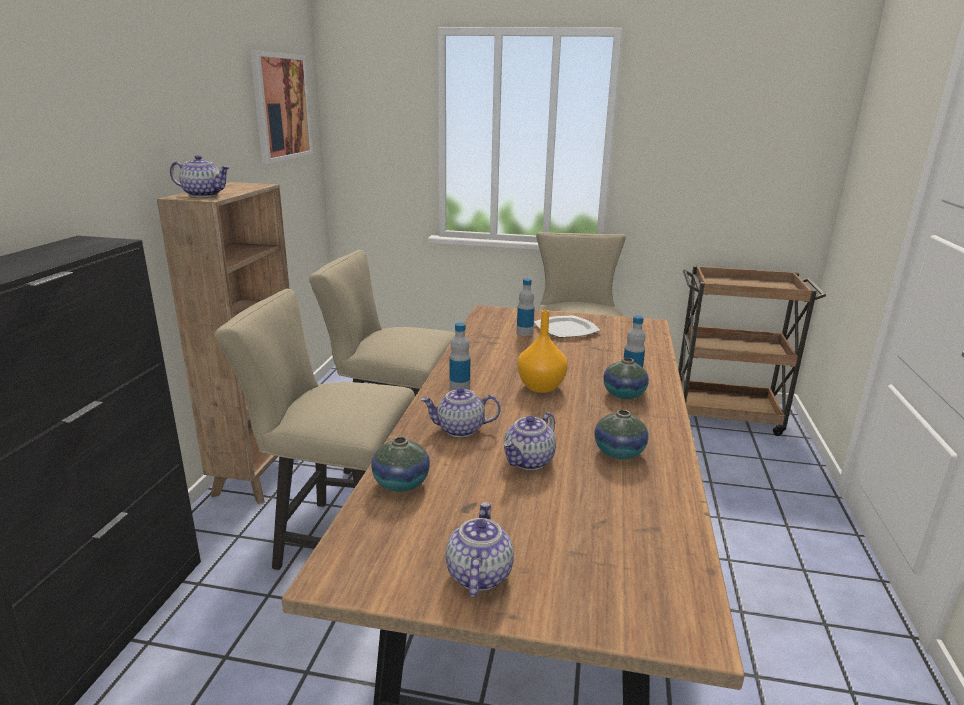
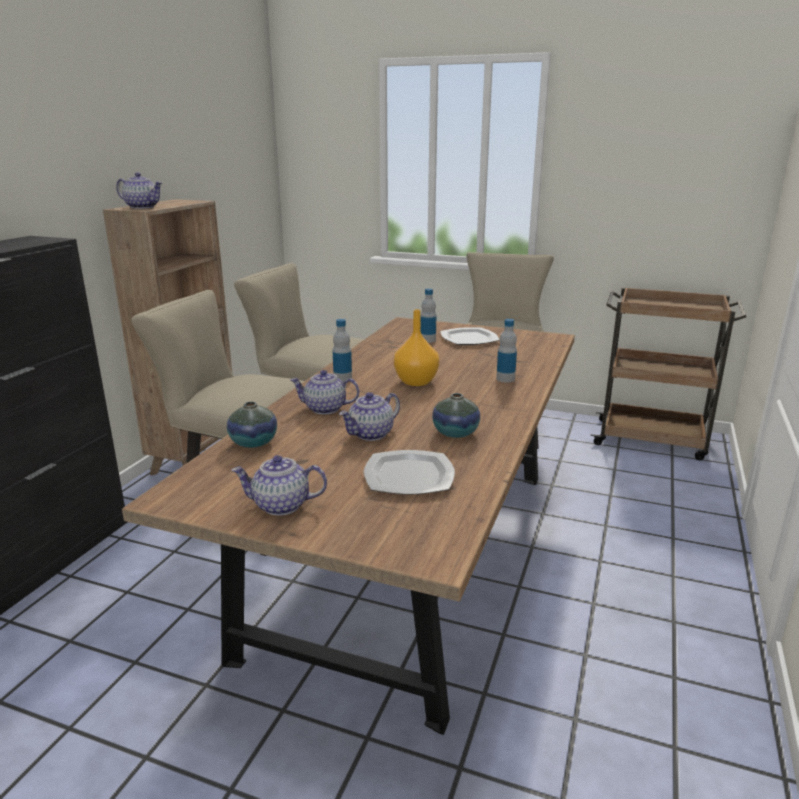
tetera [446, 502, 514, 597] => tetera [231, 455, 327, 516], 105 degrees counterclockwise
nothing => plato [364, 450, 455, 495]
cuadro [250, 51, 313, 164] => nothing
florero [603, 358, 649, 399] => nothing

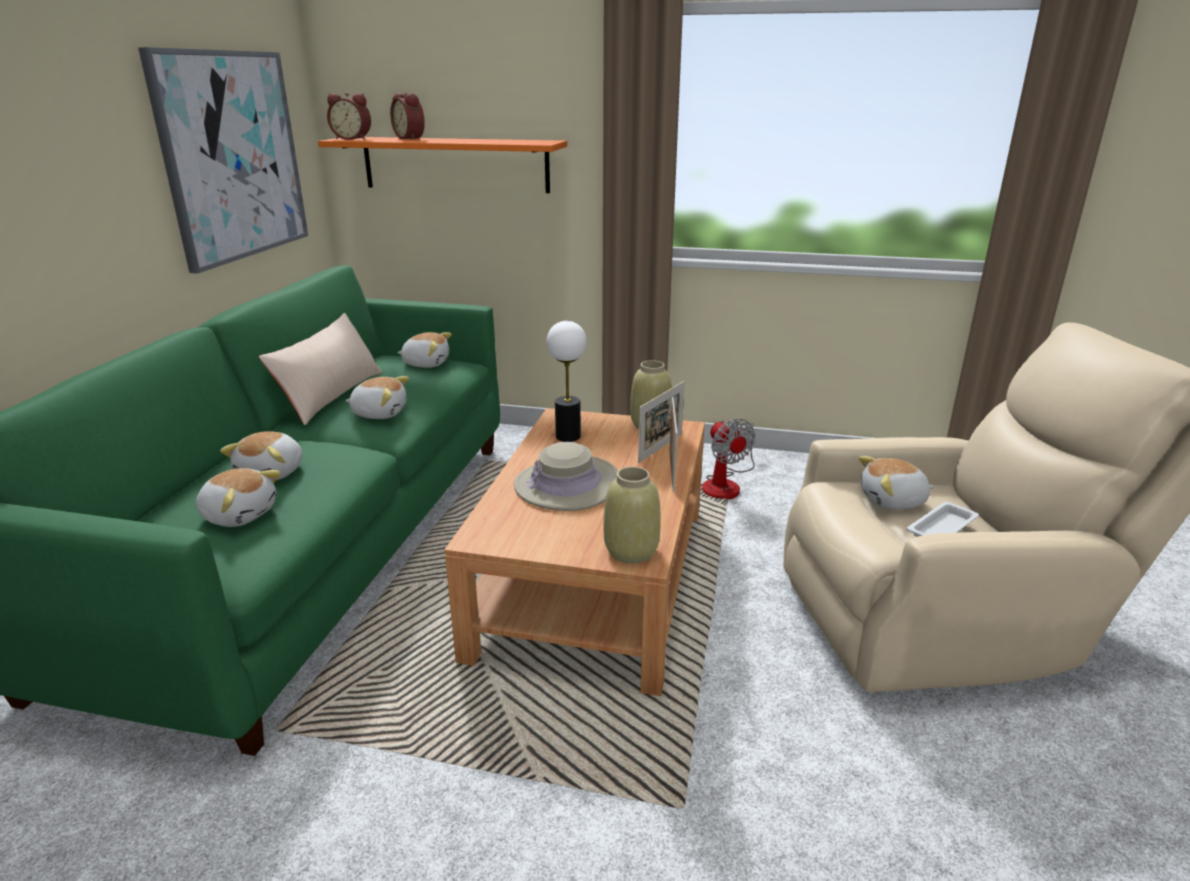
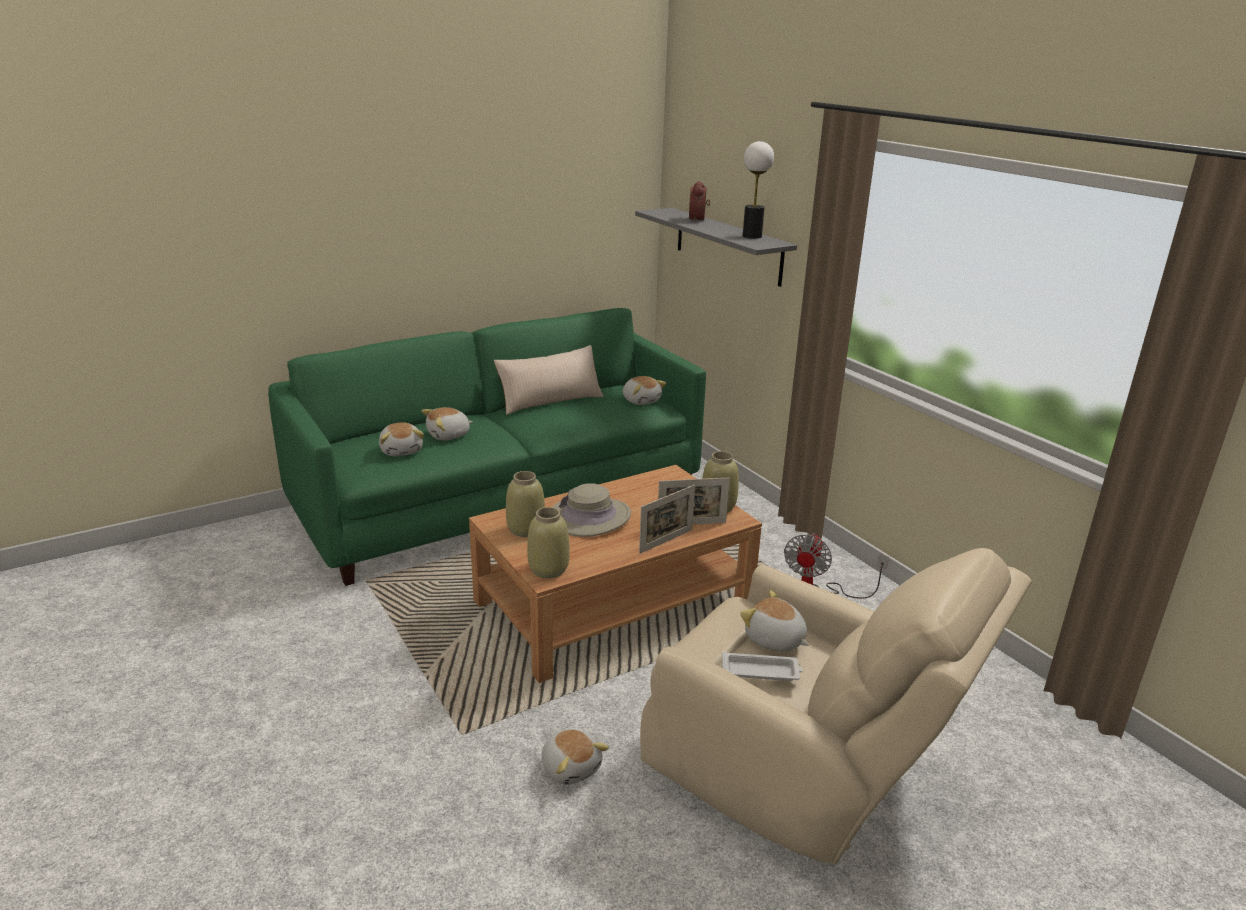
nothing => florero (beis) [506, 471, 545, 537]
peluche [345, 376, 409, 419] => peluche [542, 729, 609, 785], moved
estante (naranja) [318, 137, 567, 193] => estante (gris) [635, 208, 797, 287]
lámpara de mesa [547, 321, 587, 442] => lámpara de mesa [743, 141, 774, 239], moved
cuadro [138, 47, 308, 274] => nothing
despertador [327, 93, 371, 140] => nothing

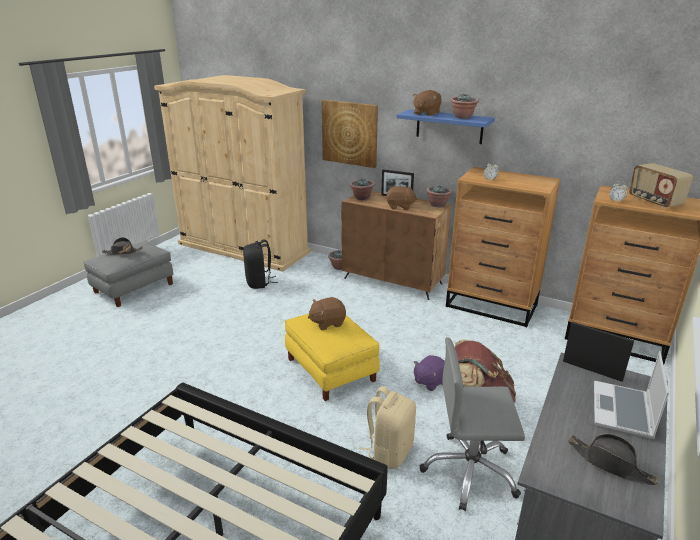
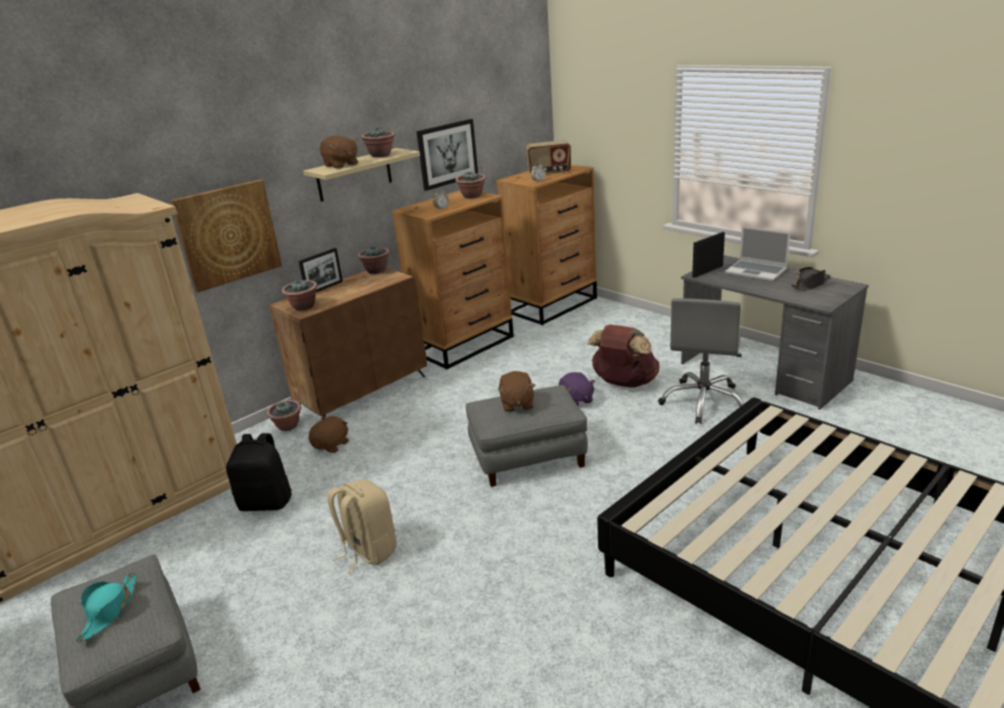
sombrero (negro) [102, 237, 143, 255] => sombrero (turquesa) [75, 573, 137, 642]
estante (azul) [396, 109, 495, 144] => estante (beis) [303, 148, 420, 202]
peluche (marrón) [386, 186, 417, 210] => peluche (marrón) [309, 416, 349, 453], moved
mochila (beis) [359, 386, 416, 469] => mochila (beis) [328, 479, 397, 573], moved
nothing => cuadro [416, 119, 478, 191]
nothing => planta en maceta [455, 171, 486, 199]
puf (amarillo) [285, 313, 380, 401] => puf (gris) [466, 385, 588, 487]

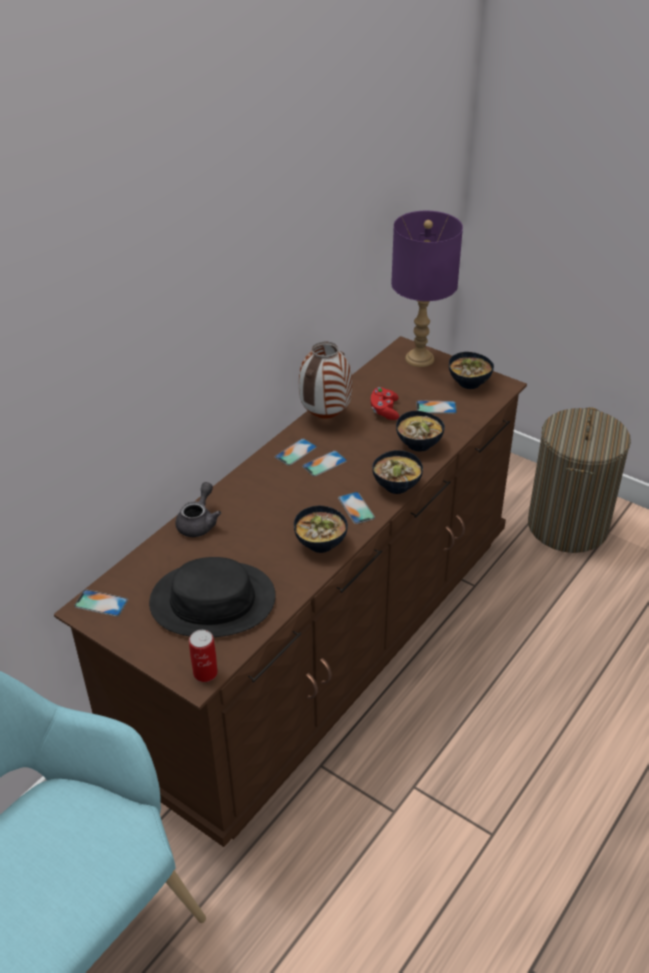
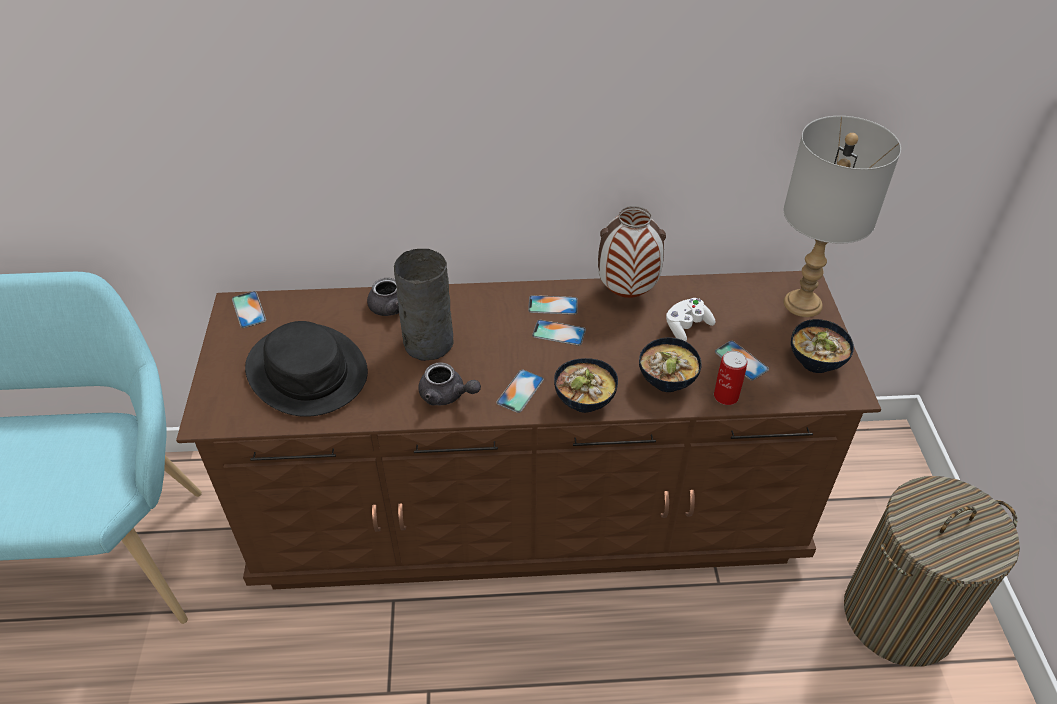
nothing => florero (gris) [394, 249, 454, 361]
cuenco [294, 506, 348, 553] => tetera (gris) [418, 363, 481, 406]
mando de consola (rojo) [371, 387, 399, 420] => mando de consola (blanco) [666, 298, 715, 341]
lata [189, 630, 218, 682] => lata [714, 351, 748, 405], moved
lámpara de mesa (morado) [391, 211, 463, 367] => lámpara de mesa (gris) [784, 116, 901, 317]

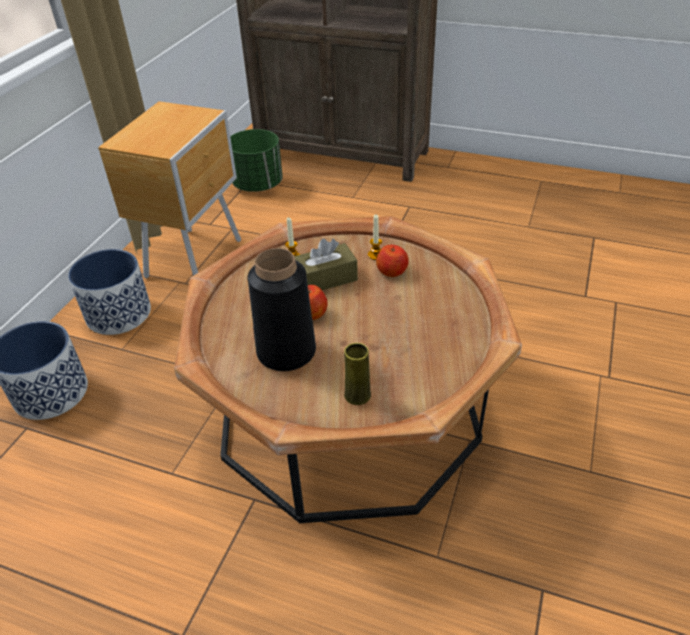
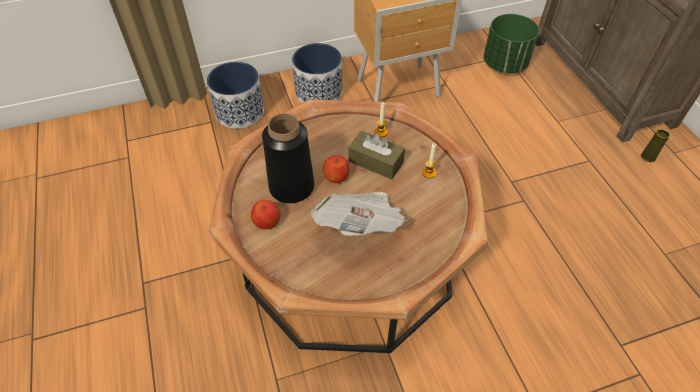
manzana [376, 245, 409, 277] => manzana [251, 200, 281, 229], moved
nothing => periódico [311, 191, 407, 236]
florero (amarillo) [344, 343, 371, 405] => florero (amarillo) [641, 129, 670, 162], moved

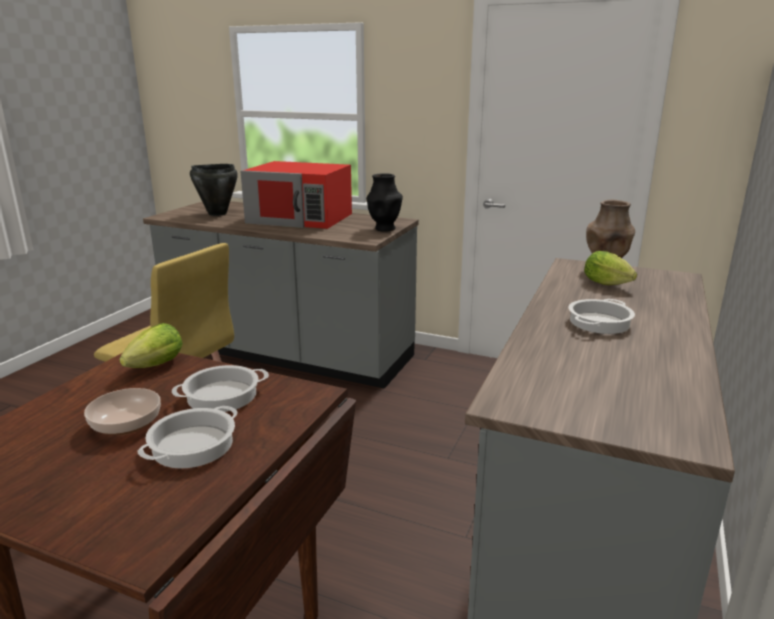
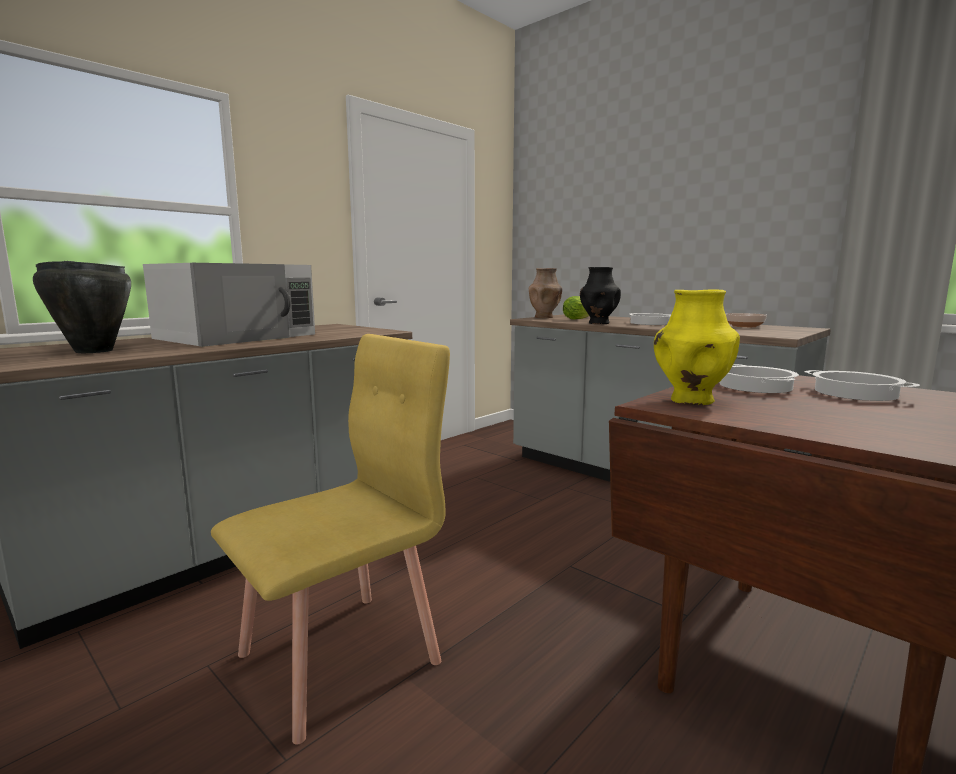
microondas (rojo) [240, 161, 352, 229] => microondas (blanco) [143, 263, 315, 347]
florero (negro) [366, 173, 403, 232] => florero (negro) [580, 267, 621, 324], moved
lechuga [119, 323, 183, 368] => florero (amarillo) [654, 290, 740, 405]
cuenco [84, 388, 161, 435] => cuenco [726, 313, 767, 327], moved

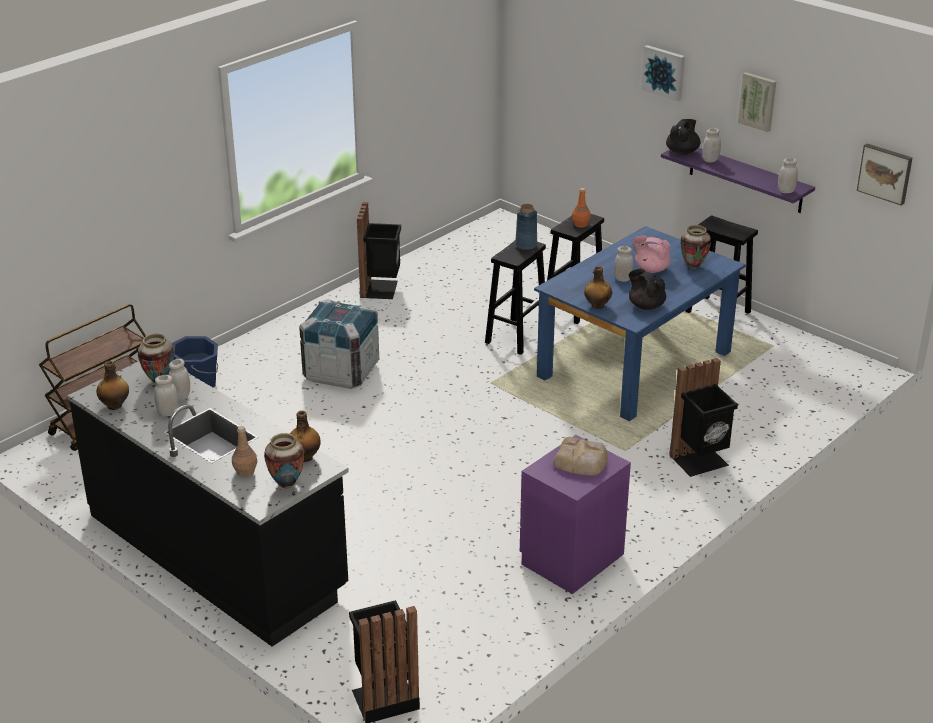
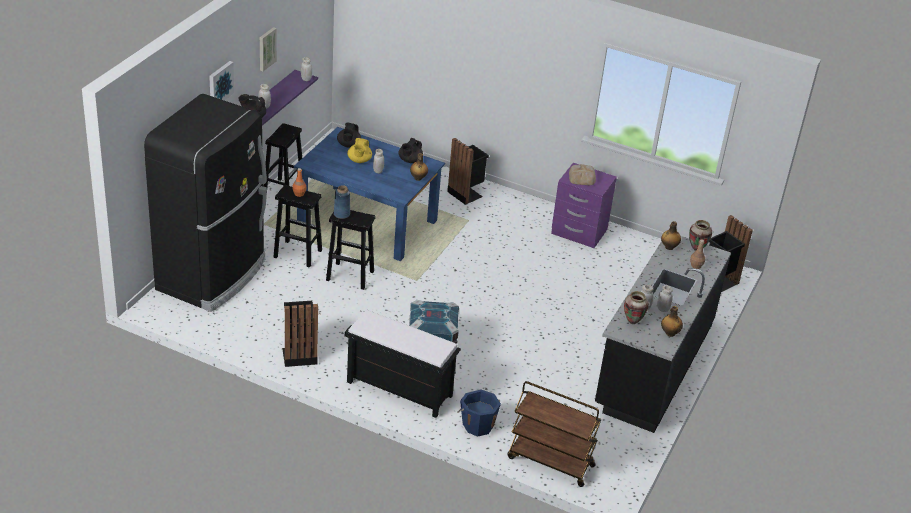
nothing => nevera (negro) [144, 94, 267, 312]
florero [681, 225, 711, 269] => tetera (negro) [337, 123, 361, 147]
nothing => banco (negro) [344, 310, 461, 418]
tetera (rosa) [633, 236, 671, 273] => tetera (amarillo) [347, 138, 372, 163]
cuadro [857, 144, 913, 206] => nothing

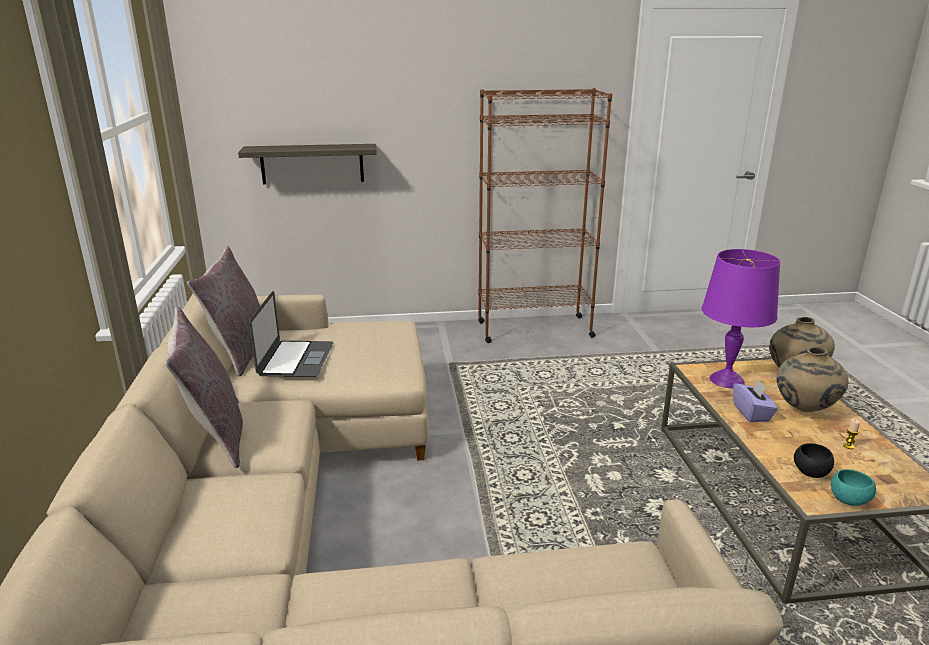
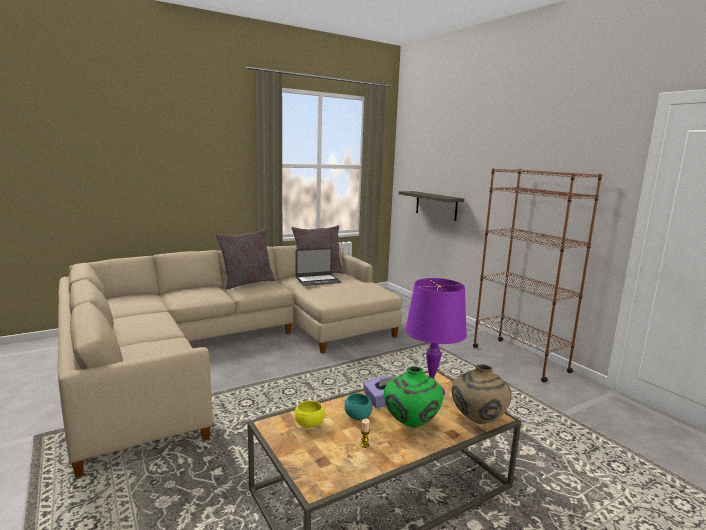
cuenco (negro) [794, 443, 834, 478] => cuenco (amarillo) [295, 401, 325, 428]
cuenco (turquesa) [831, 469, 876, 506] => cuenco (turquesa) [344, 393, 372, 420], moved
florero (beis) [776, 347, 848, 412] => florero (verde) [384, 366, 443, 427]

